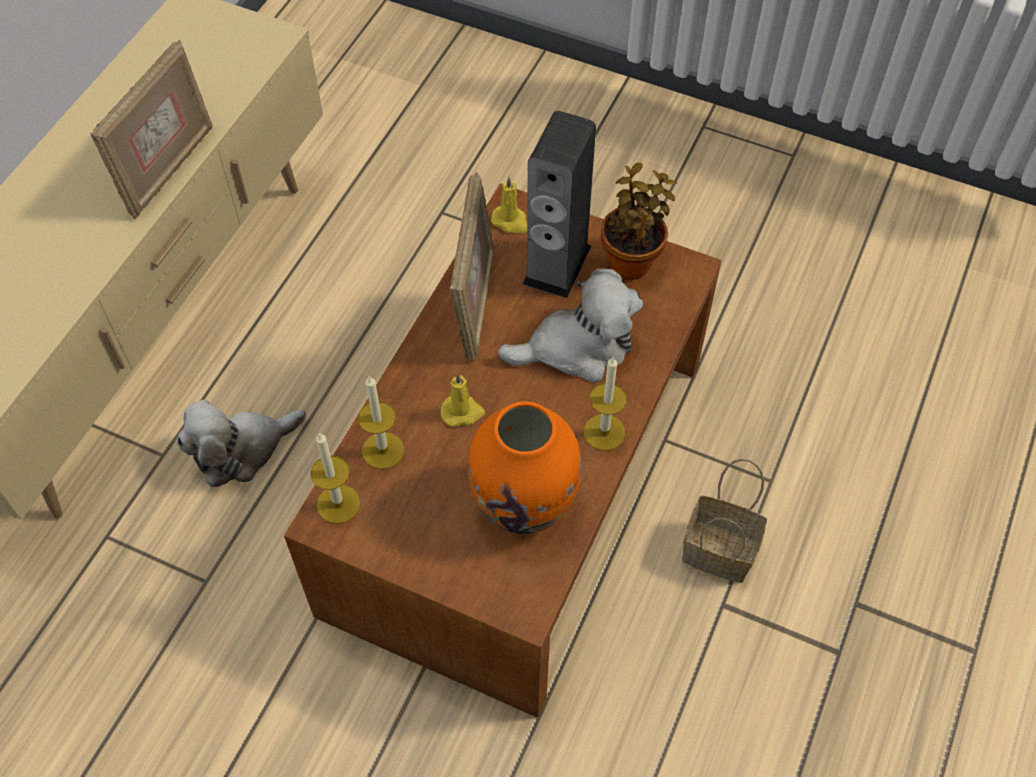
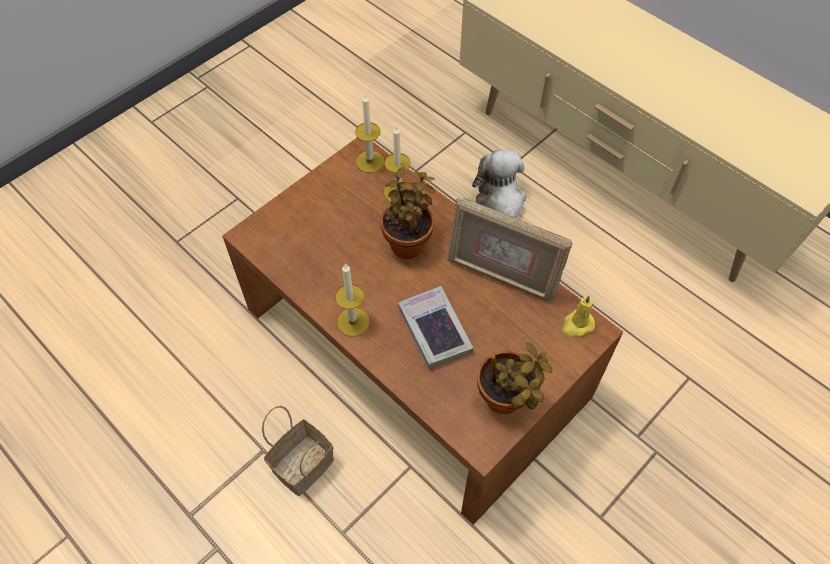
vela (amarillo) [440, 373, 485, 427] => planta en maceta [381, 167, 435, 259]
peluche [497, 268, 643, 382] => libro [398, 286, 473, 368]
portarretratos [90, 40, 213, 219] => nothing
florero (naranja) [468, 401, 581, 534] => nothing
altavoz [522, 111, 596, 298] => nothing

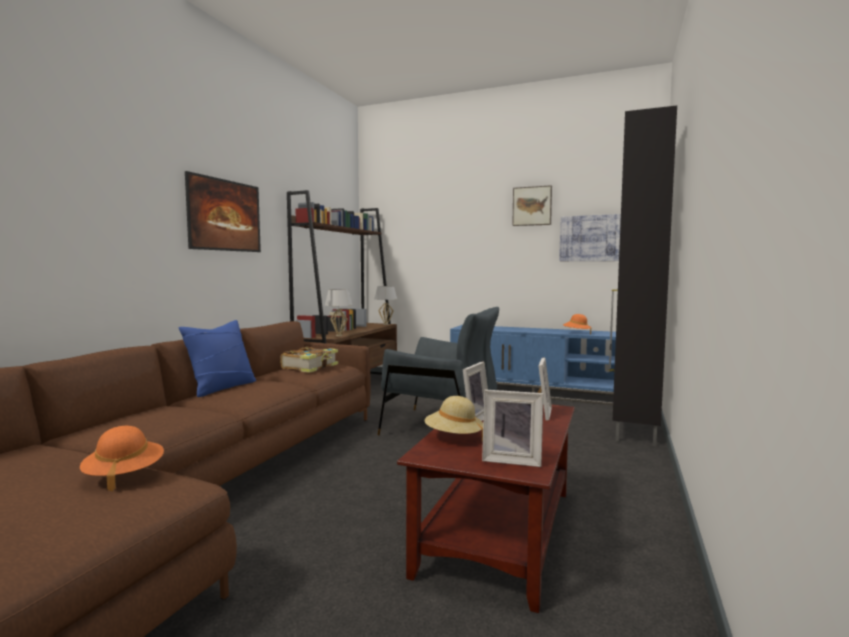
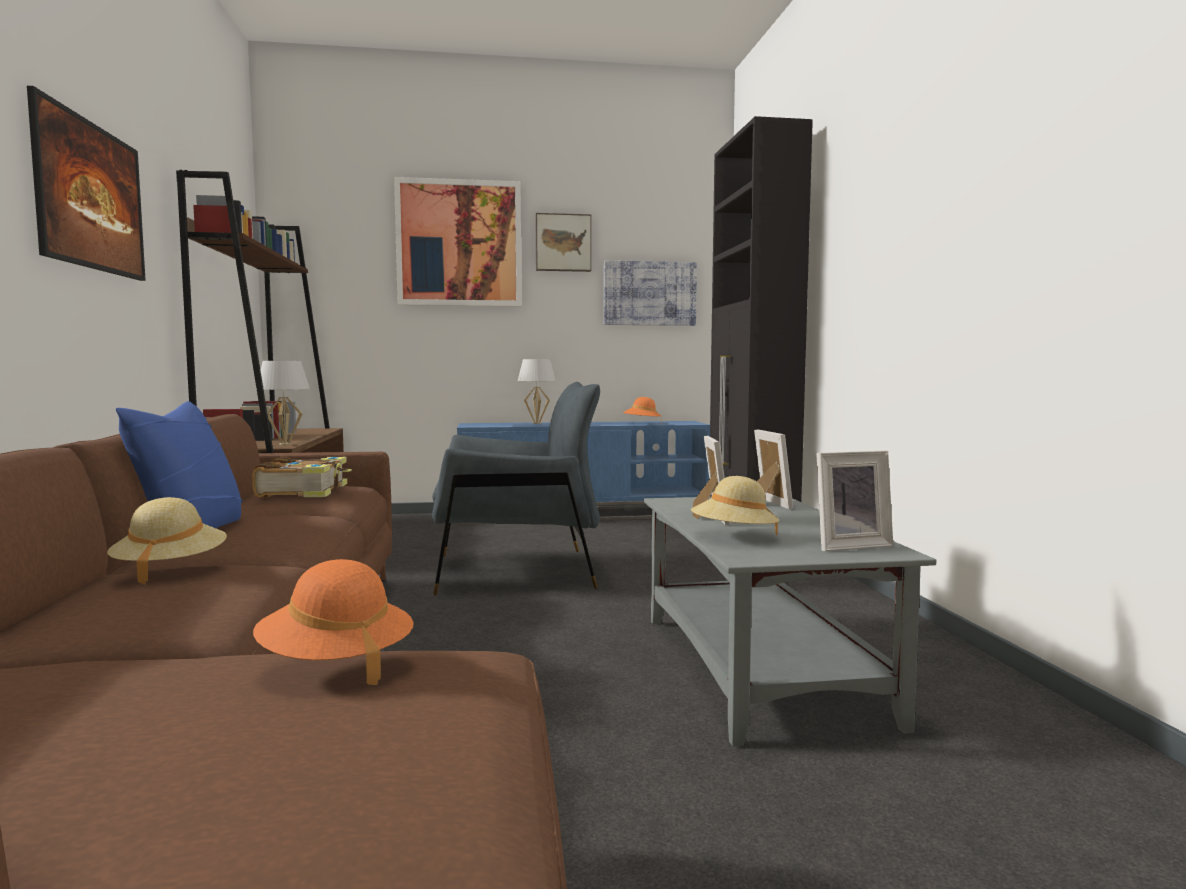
nothing => sombrero (beis) [107, 497, 227, 584]
nothing => cuadro [394, 177, 522, 307]
lámpara de mesa (blanco) [374, 286, 397, 325] => lámpara de mesa (blanco) [518, 359, 556, 424], moved
mesa de centro (marrón) [397, 404, 575, 613] => mesa de centro (gris) [644, 497, 936, 747]

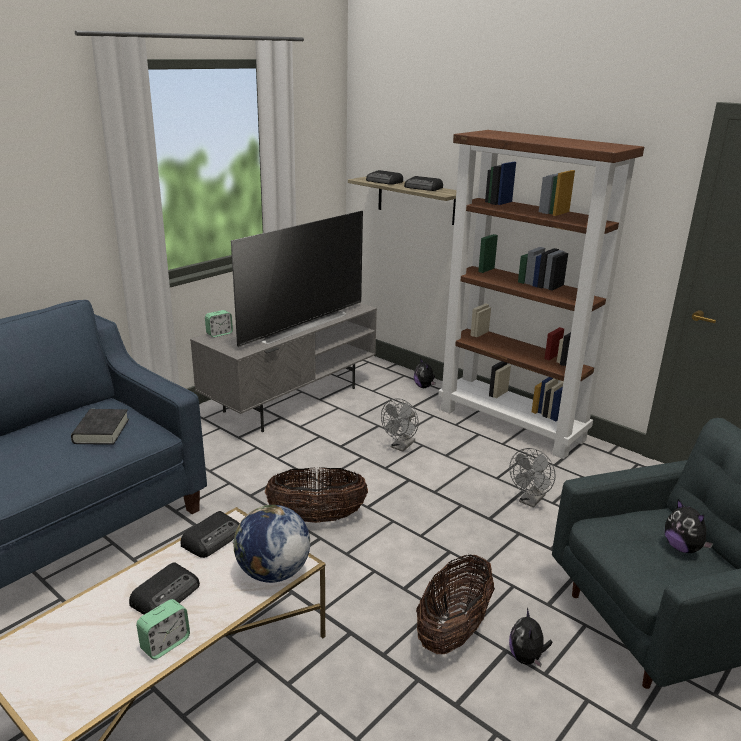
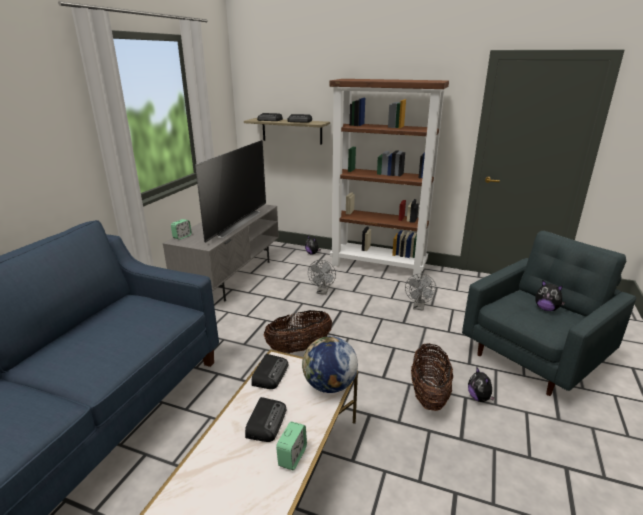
libro (negro) [71, 409, 129, 445] => nothing

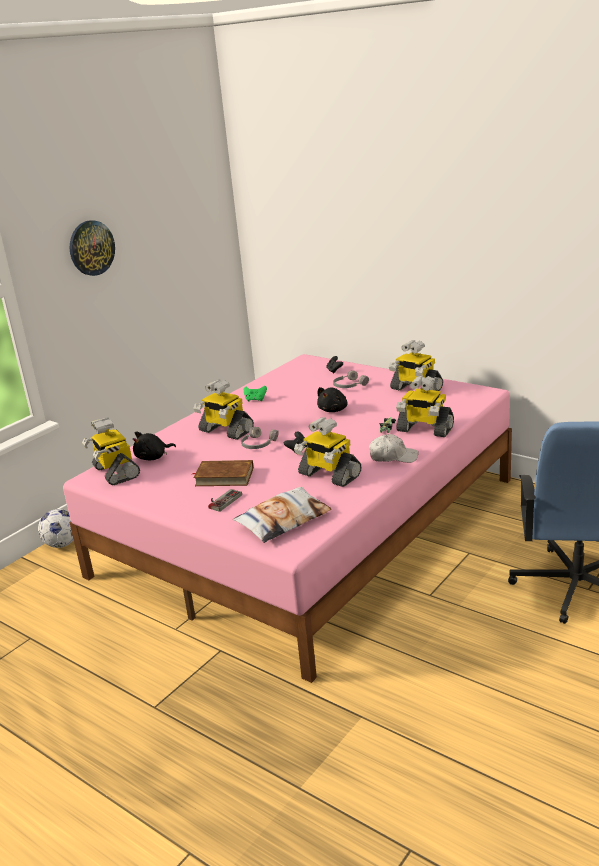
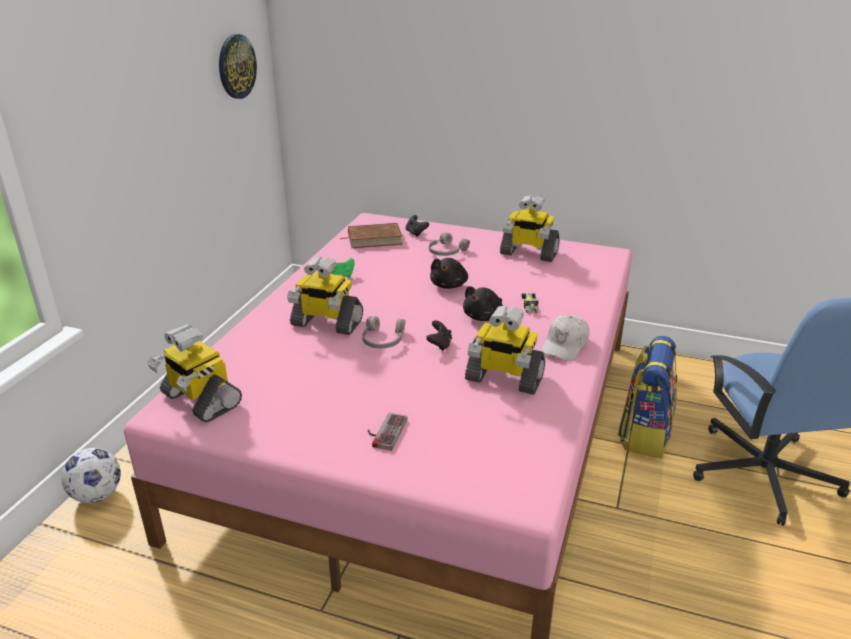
reloj de pared [70, 221, 115, 276] => reloj de pared [219, 34, 257, 99], moved
libro (marrón) [193, 460, 254, 486] => libro (marrón) [341, 223, 402, 248], moved
peluche (negro) [133, 431, 176, 460] => peluche (negro) [463, 286, 503, 321], moved
gorra (blanco) [369, 434, 418, 463] => gorra (blanco) [541, 315, 589, 361], 135 degrees clockwise
nothing => mochila [618, 336, 678, 458]
cojín [233, 487, 331, 543] => nothing
robot de juguete [396, 375, 454, 437] => nothing

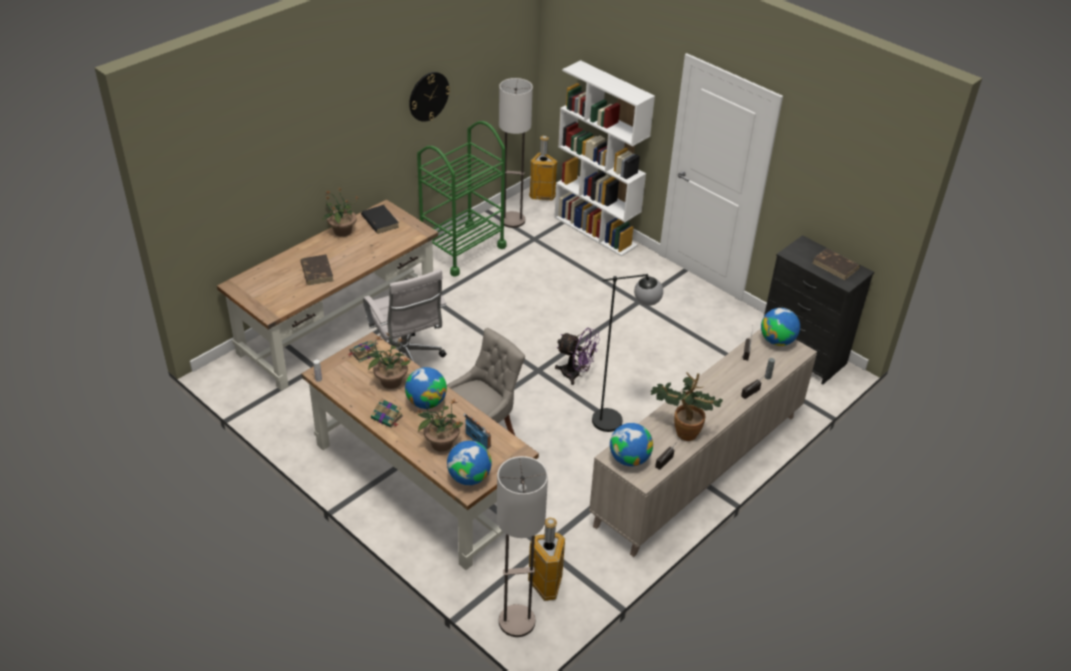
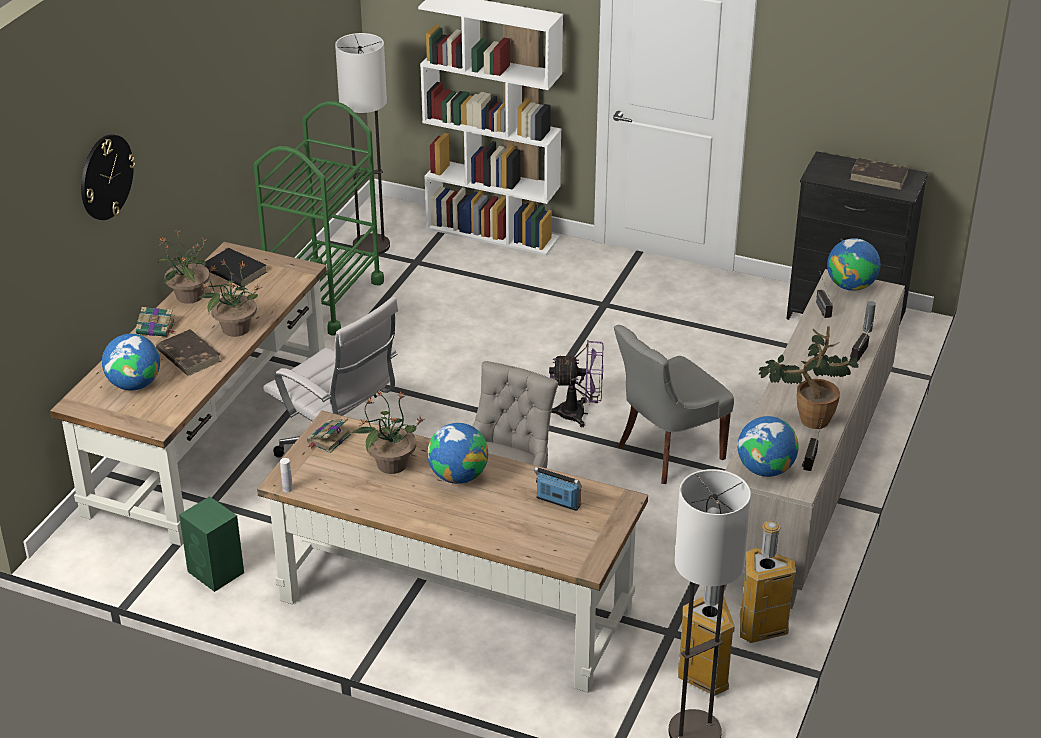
reloj de pared [409, 72, 450, 122] => reloj de pared [81, 134, 136, 220], moved
globo terráqueo [447, 441, 492, 485] => globo terráqueo [102, 334, 160, 391], moved
libro [371, 398, 403, 428] => libro [136, 307, 176, 337], moved
nothing => altavoz (verde) [179, 496, 244, 592]
planta en maceta [416, 392, 463, 452] => planta en maceta [198, 260, 262, 337], moved
lámpara de pie (negro) [592, 274, 663, 432] => silla (gris) [614, 325, 734, 484]
papelera [529, 136, 558, 200] => papelera [740, 520, 796, 643], moved

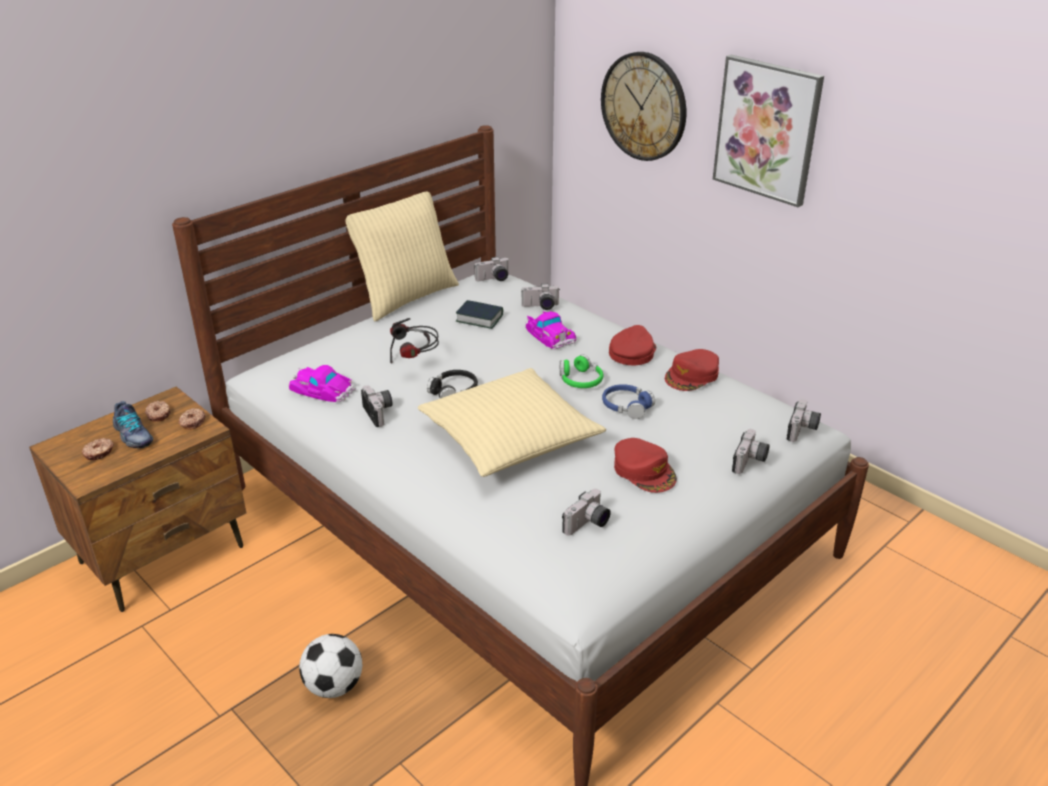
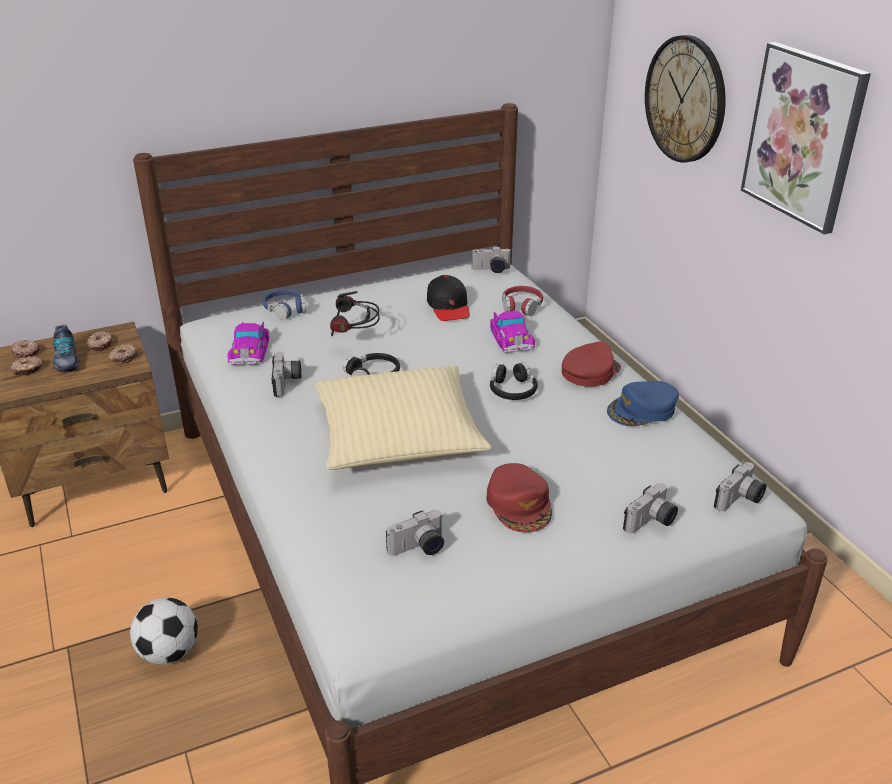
nothing => rosquilla [11, 340, 40, 358]
coche de juguete [288, 365, 356, 402] => coche de juguete [228, 322, 269, 365], 135 degrees counterclockwise
auriculares (azul) [602, 384, 655, 419] => auriculares (azul) [262, 289, 306, 320], moved
libro [456, 300, 503, 329] => gorra (negro) [427, 275, 470, 321]
auriculares (verde) [560, 354, 603, 388] => auriculares (negro) [490, 362, 538, 400]
cámara [522, 284, 559, 310] => auriculares (rojo) [502, 286, 543, 316]
gorra (rojo) [665, 349, 719, 391] => gorra (azul) [607, 381, 679, 426]
cojín (beis) [346, 191, 459, 321] => nothing

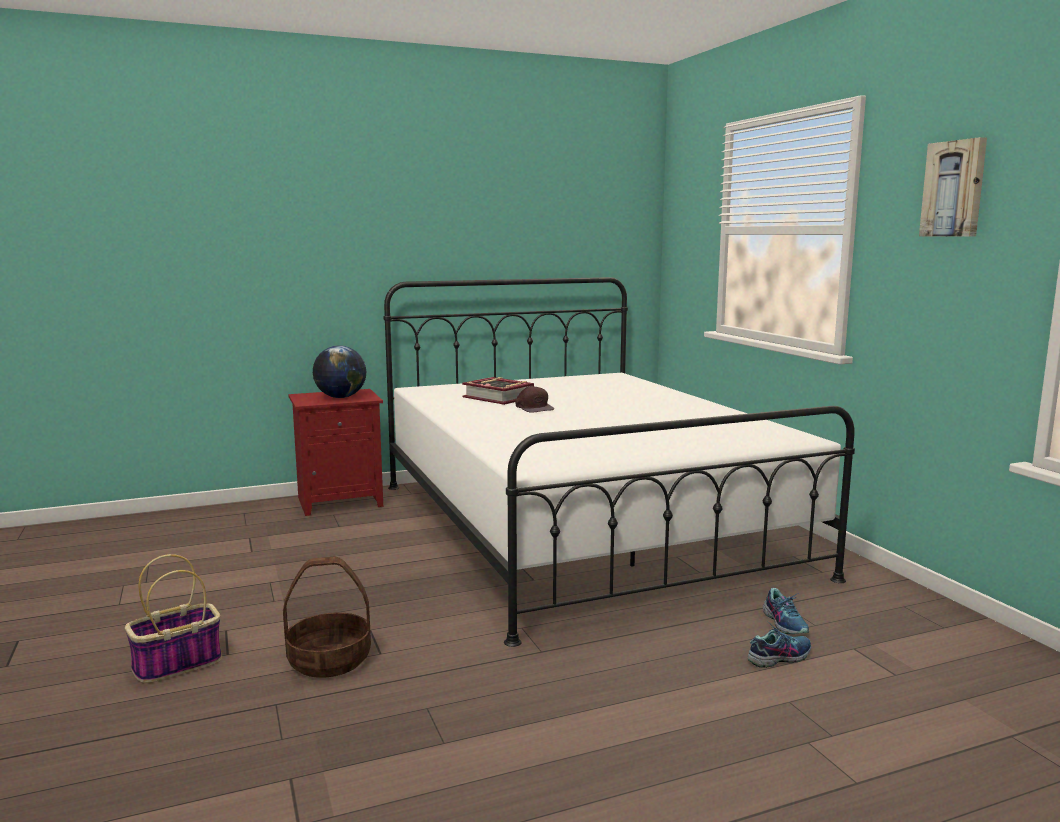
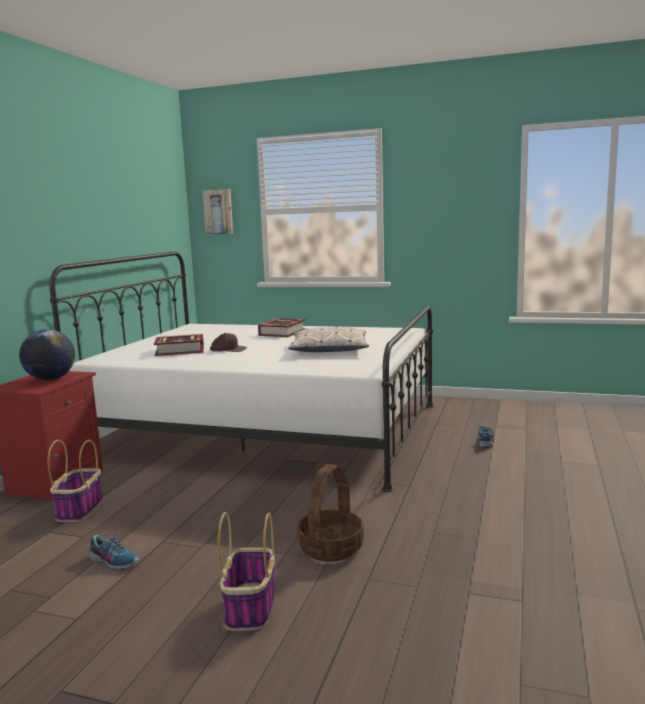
nothing => cesta [47, 440, 103, 522]
zapato [763, 588, 809, 634] => zapato [88, 531, 139, 571], moved
cuadro [919, 137, 987, 237] => cuadro [202, 189, 233, 234], moved
nothing => libro [258, 318, 306, 337]
nothing => cojín [288, 326, 369, 352]

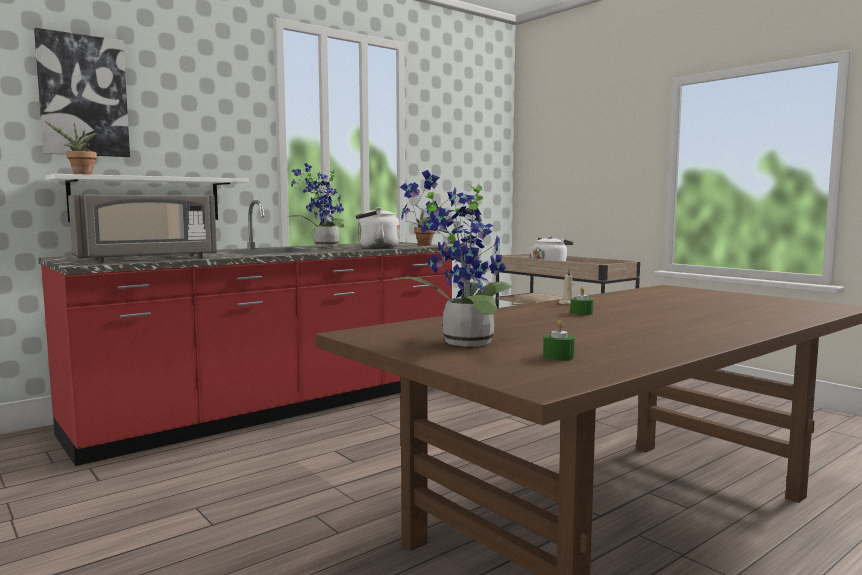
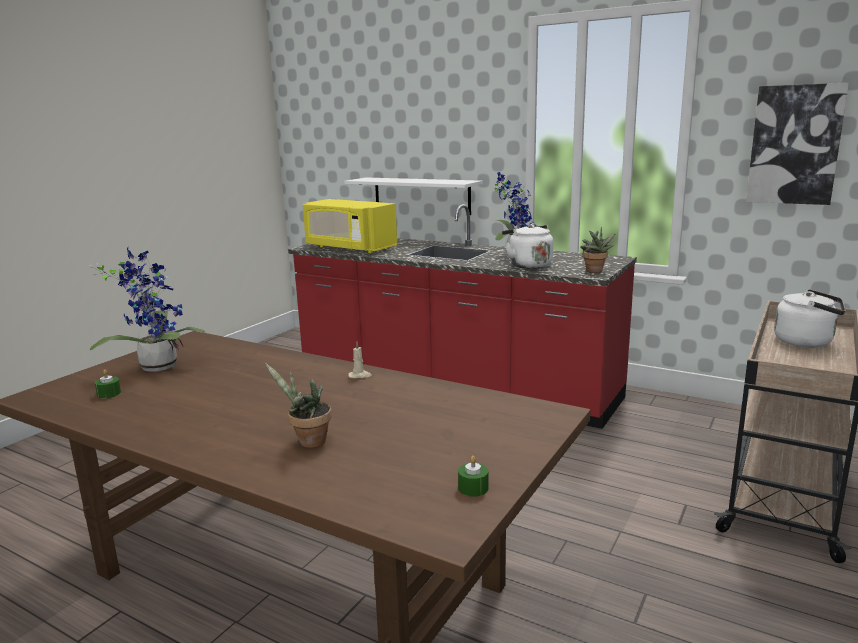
planta en maceta [45, 121, 97, 175] => planta en maceta [265, 363, 332, 448], moved
microondas (gris) [68, 195, 217, 263] => microondas (amarillo) [303, 199, 397, 253]
vela (verde) [570, 287, 594, 315] => vela (verde) [458, 456, 488, 497], moved
cuadro [34, 28, 130, 157] => cuadro [746, 83, 849, 205], moved

